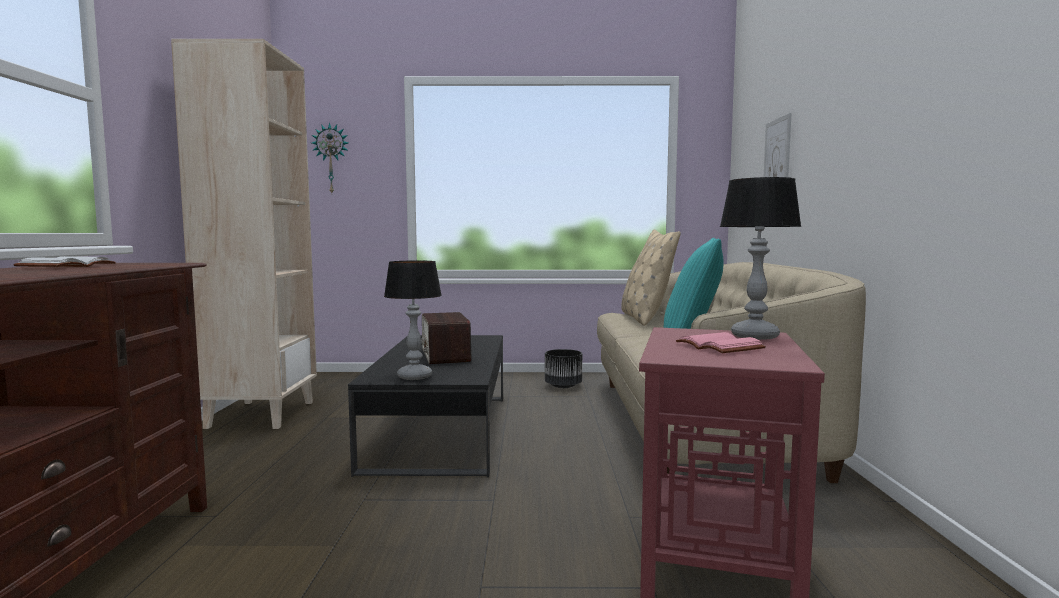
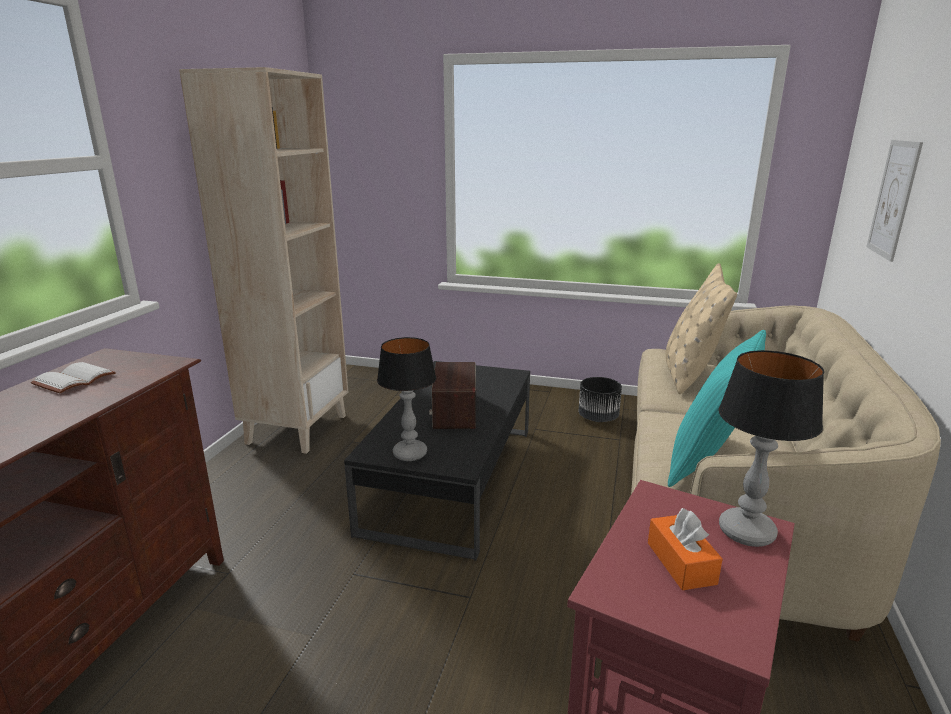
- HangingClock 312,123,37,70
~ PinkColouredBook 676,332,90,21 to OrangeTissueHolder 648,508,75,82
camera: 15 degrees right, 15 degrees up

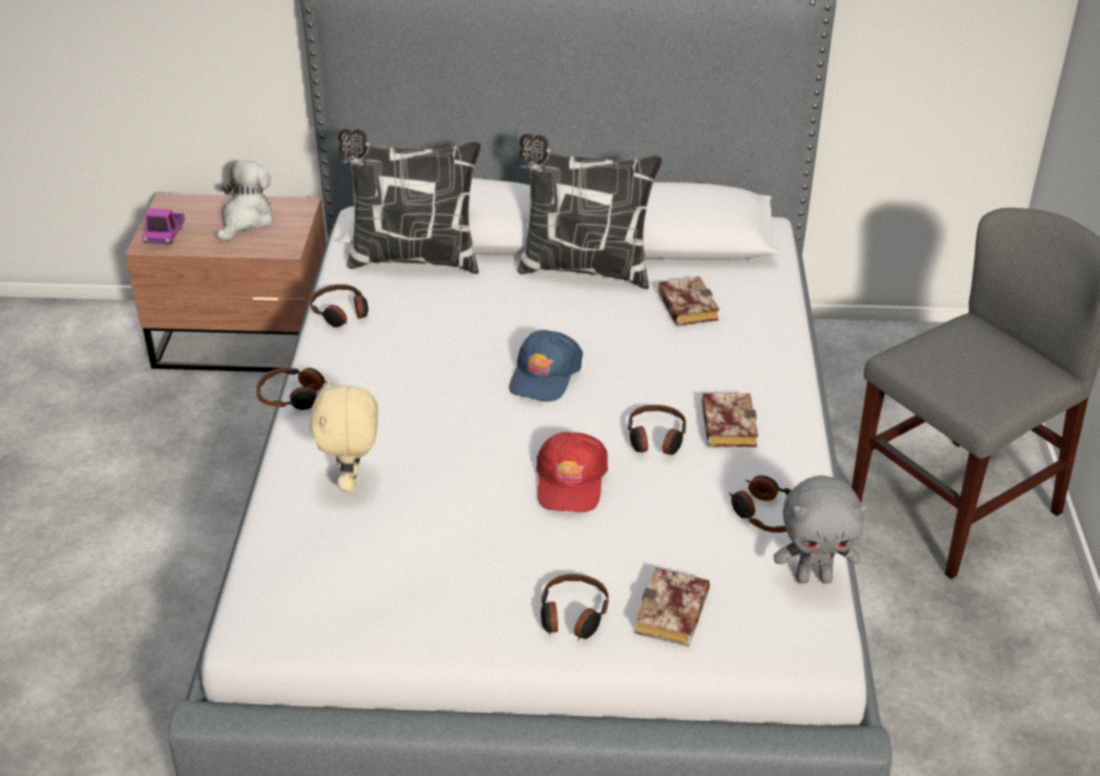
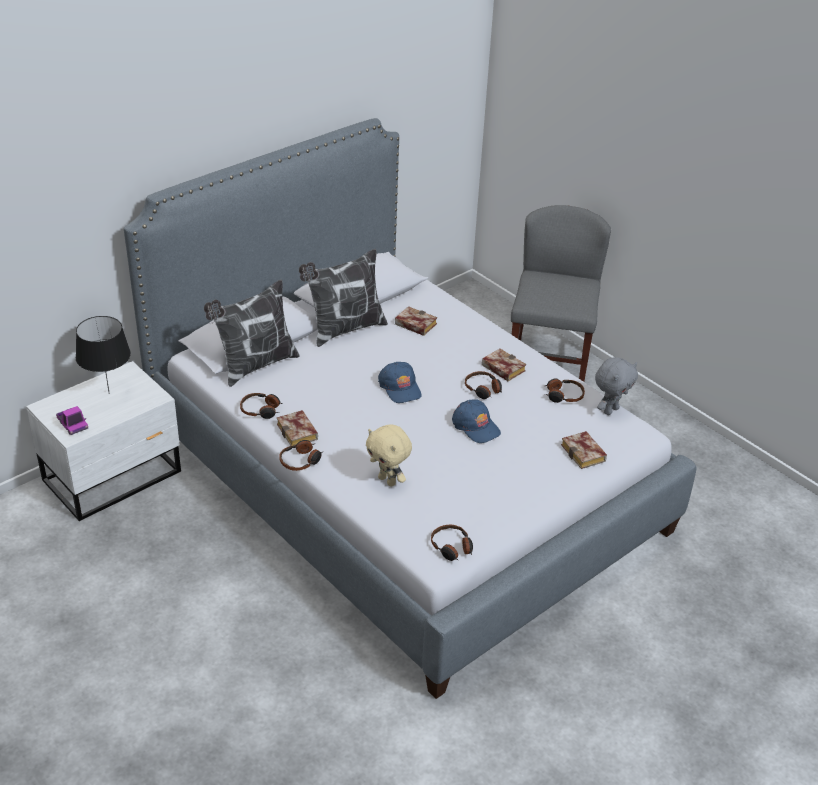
~ CuddlyToy 217,160,56,82 to BlackColouredTabletopLamp 76,316,55,78
~ BrownBedsideTable 125,193,201,179 to WhiteColouredBedsideTable 26,361,155,160
~ ReddishPeakedCap 536,432,72,80 to BluishPeakedCap 452,399,49,44
~ Headphones 541,574,68,66 to 431,525,42,36
+ Book 277,410,41,37
camera: 45 degrees left, 0 degrees up

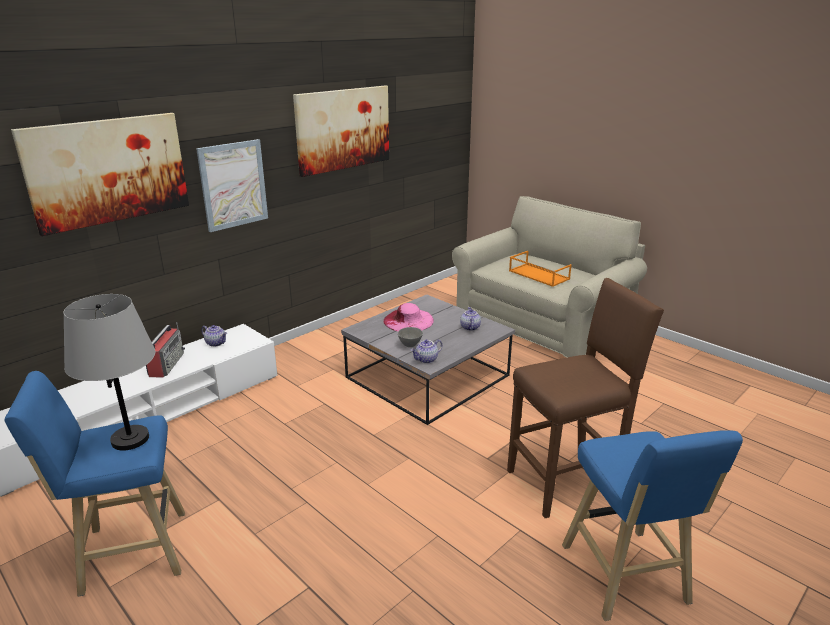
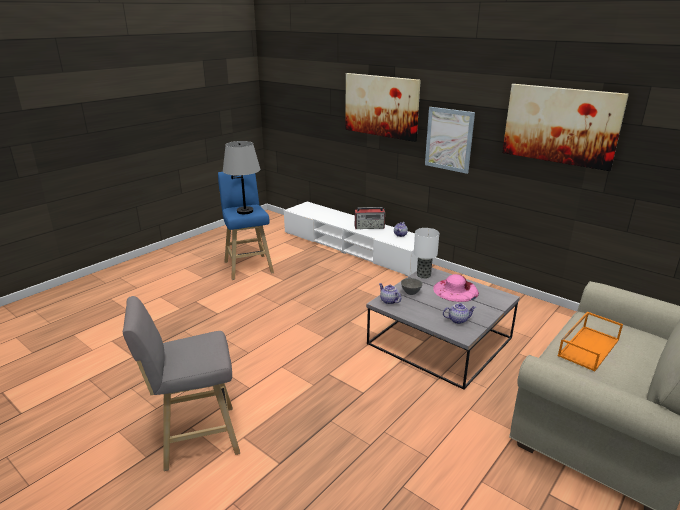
- BrownSittingStool 507,278,157,240
~ BluishSittingStool 562,430,181,191 to GraySittingStool 123,296,117,175
+ TabletopLamp 414,228,26,51
camera: 85 degrees right, 0 degrees up

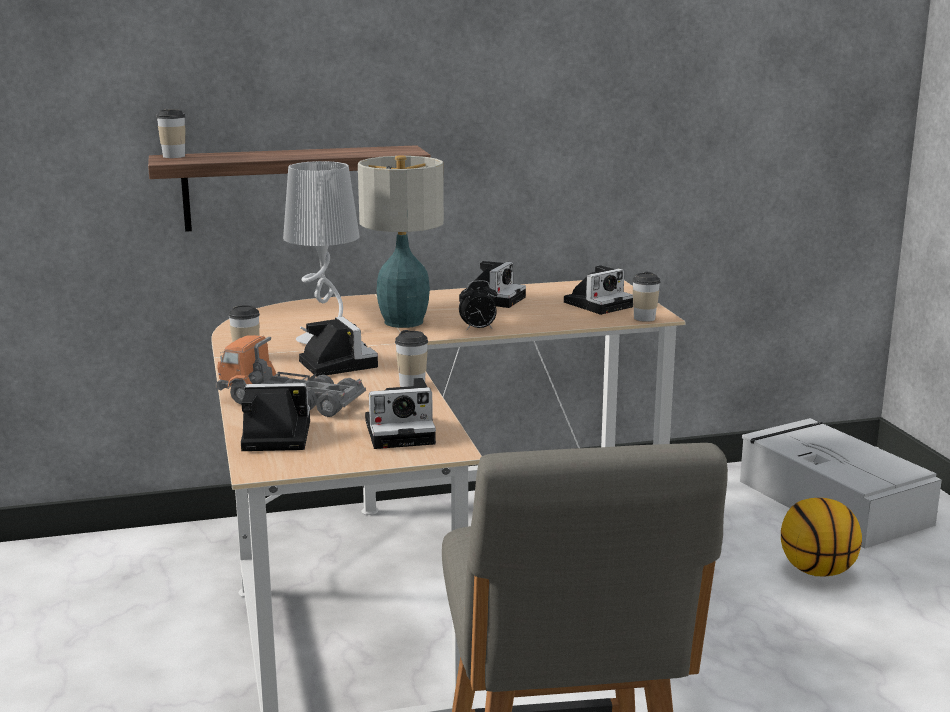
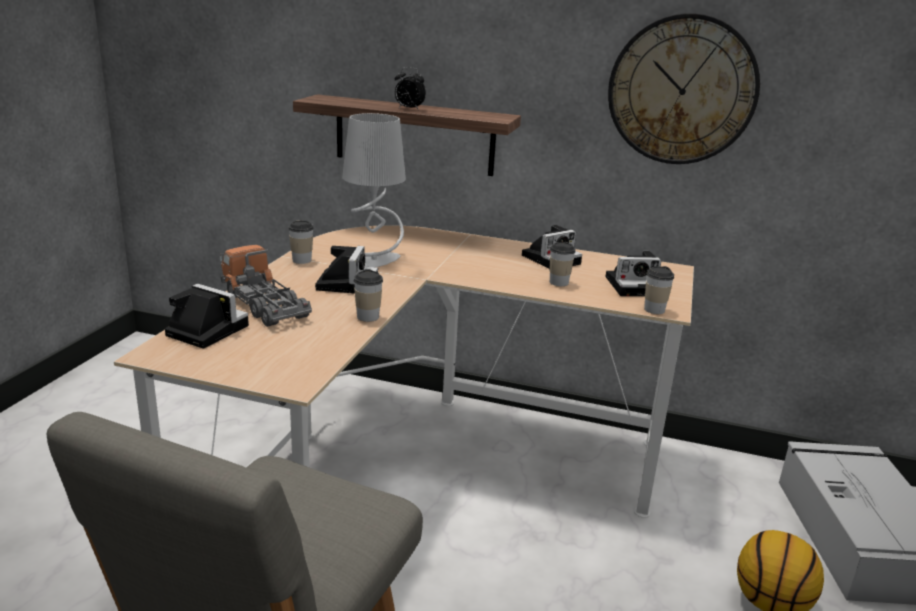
~ Cup 156,109,29,49 to 549,242,27,44
- TabletopLamp 358,155,86,173
~ BedsideClock 459,280,38,51 to 395,67,31,42
- StillCamera 365,378,71,71
+ HangingClock 608,13,152,151
camera: 30 degrees right, 5 degrees up

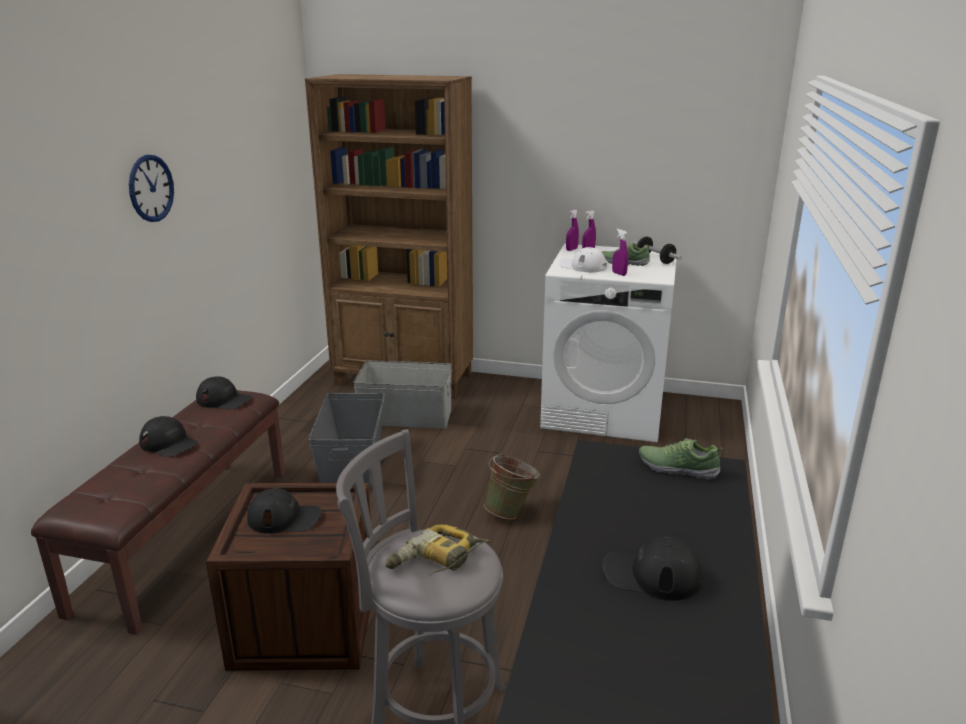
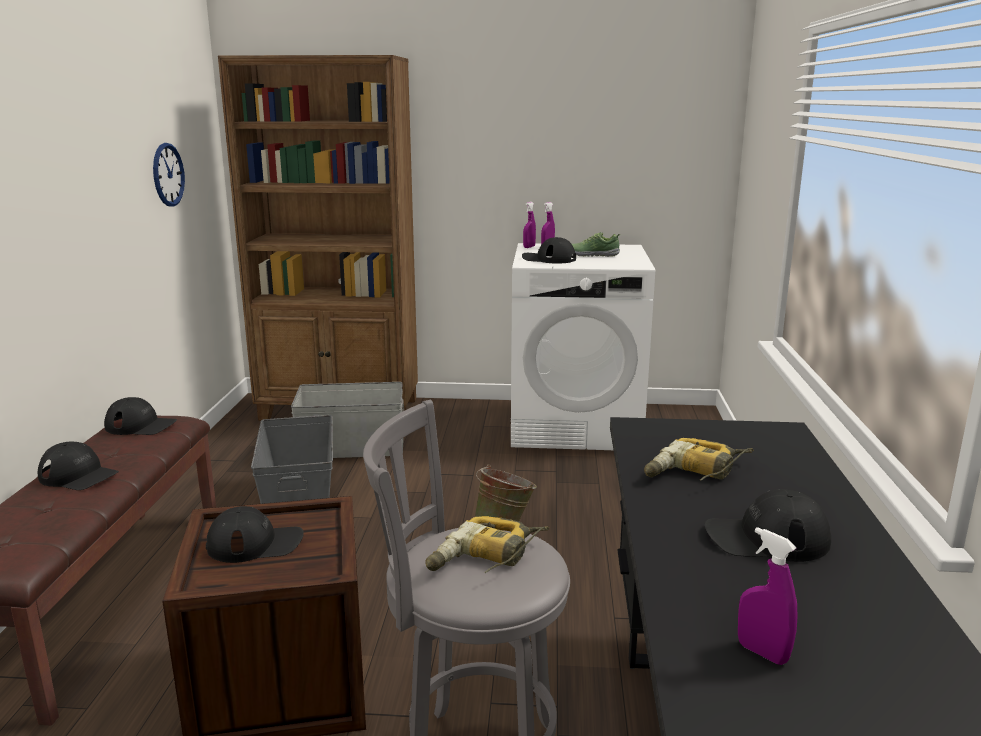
~ HangingClock 129,155,45,67 to 153,143,32,64
~ PurpleColouredSprayer 612,229,16,47 to 738,527,60,138
- HandWeight 633,237,49,27
~ WhiteColouredPeakedCap 559,247,48,25 to BlackColouredPeakedCap 522,237,54,26
- Shoe 639,438,84,42
+ PowerDrill 644,438,109,42
camera: 10 degrees left, 5 degrees down

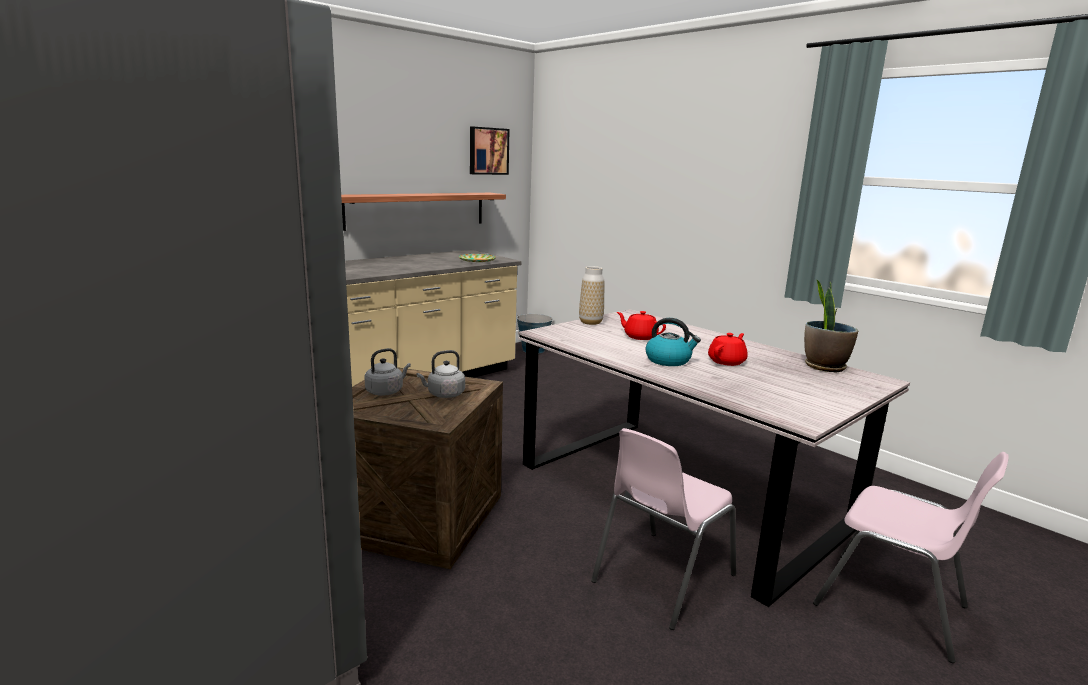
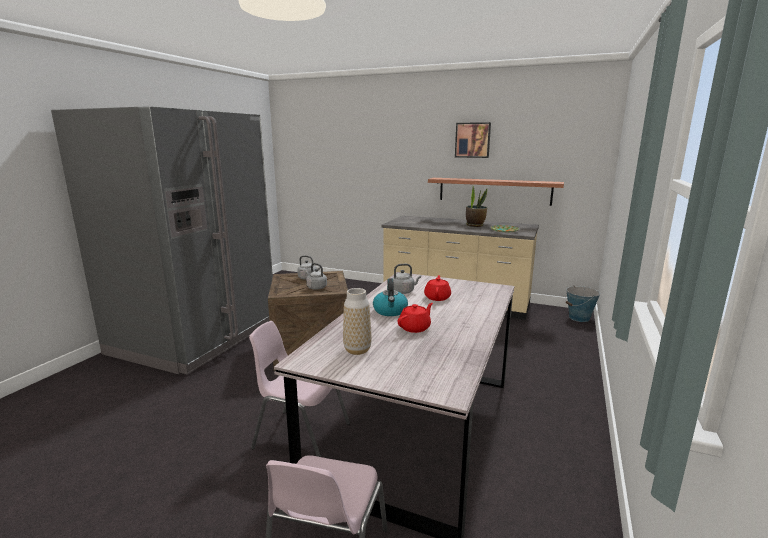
~ WallPicture 470,127,40,48 to 455,122,36,36
~ DecorativeVase 579,266,25,59 to 343,288,29,67
~ Houseplant 804,279,54,93 to 466,186,21,41
~ ReddishPotForTea 708,333,40,33 = 397,303,36,30 60 degrees counterclockwise
+ GrayKettle 392,264,29,30
camera: 65 degrees right, 0 degrees up

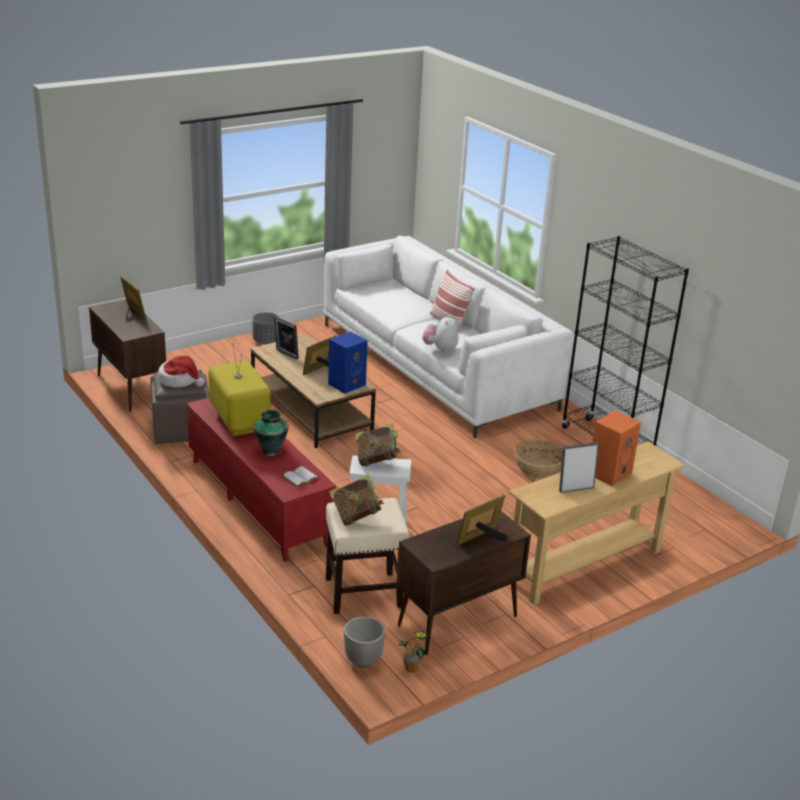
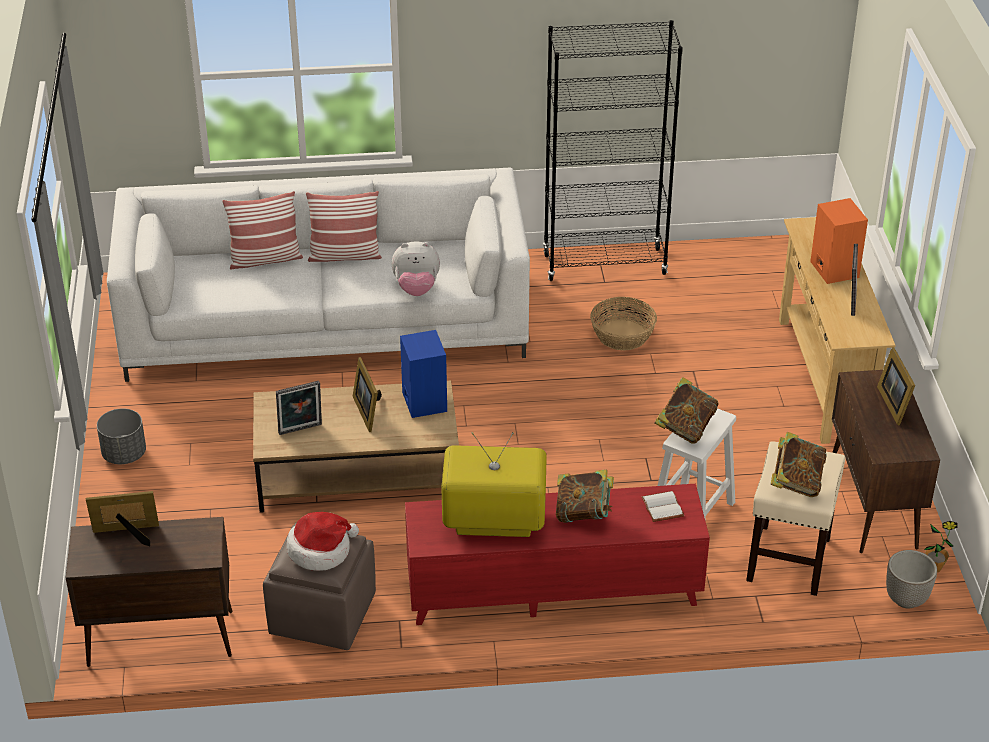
~ CuddlyToy 422,315,36,38 = 391,241,49,55 45 degrees counterclockwise
~ DecorativeVase 254,409,35,47 to Book 556,470,58,53
+ ThrowPillow 222,191,81,78
camera: 60 degrees left, 10 degrees up

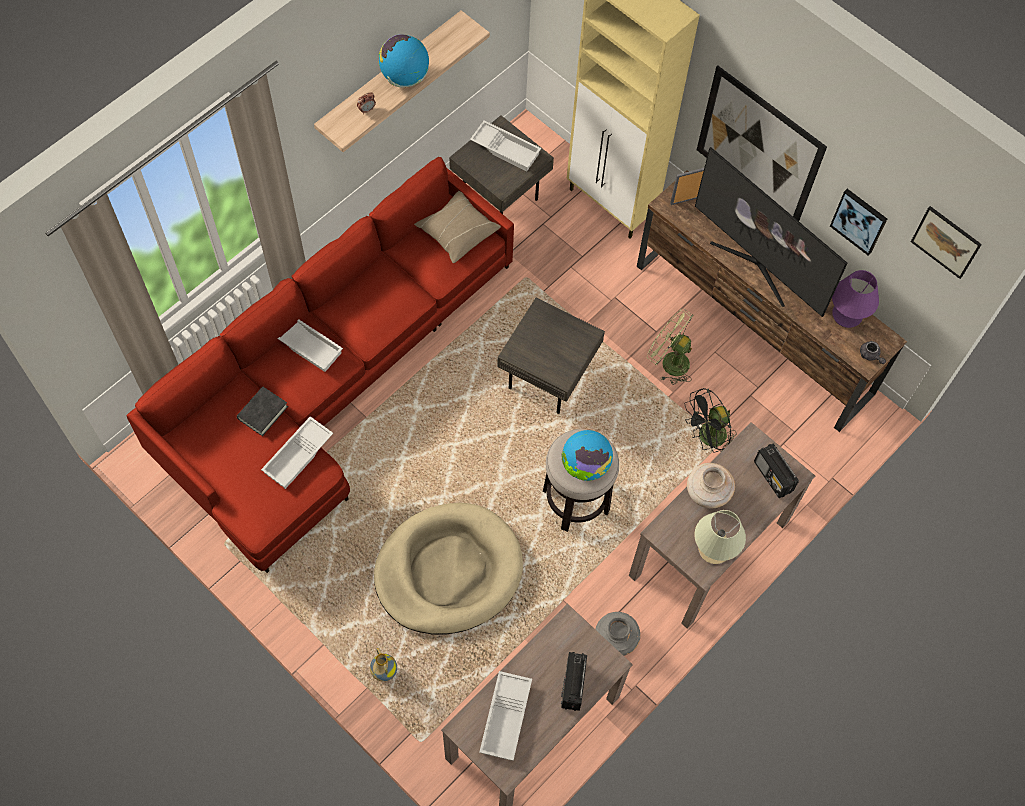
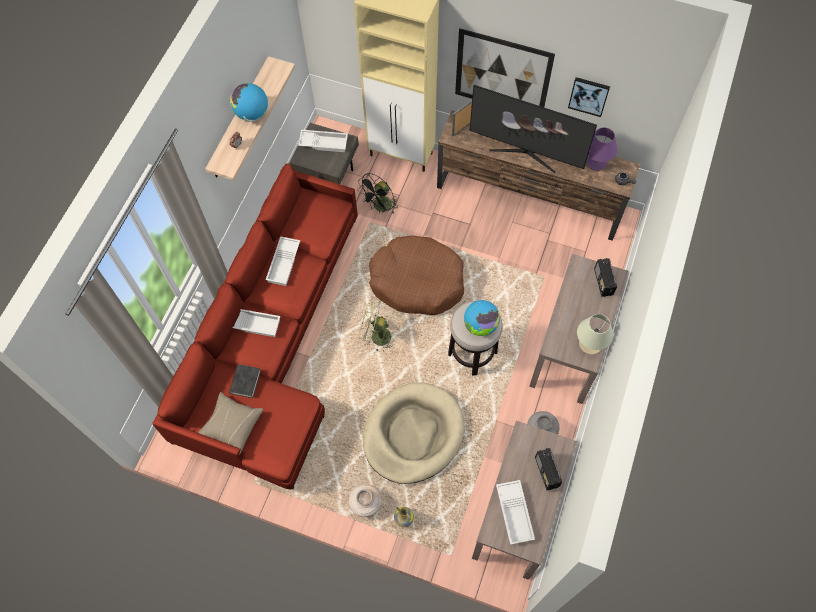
~ BeigeColouredThrowPillow 414,191,87,72 to 198,392,65,63
- WallPicture 911,206,71,73
~ GraySideTable 497,298,108,116 to BrownDogBed 369,236,95,79
~ GreenishElectricFan 647,308,47,77 to 360,299,33,53
~ BlackColouredElectricFan 685,388,51,65 to 357,173,41,41
~ WhiteColouredServingTray 261,416,72,73 to 266,236,34,50
~ RadioSet 754,444,45,54 = 594,258,23,39 45 degrees clockwise
~ BeigeColouredDecorativeVase 687,463,48,45 to 349,484,33,33
camera: 20 degrees left, 0 degrees up

